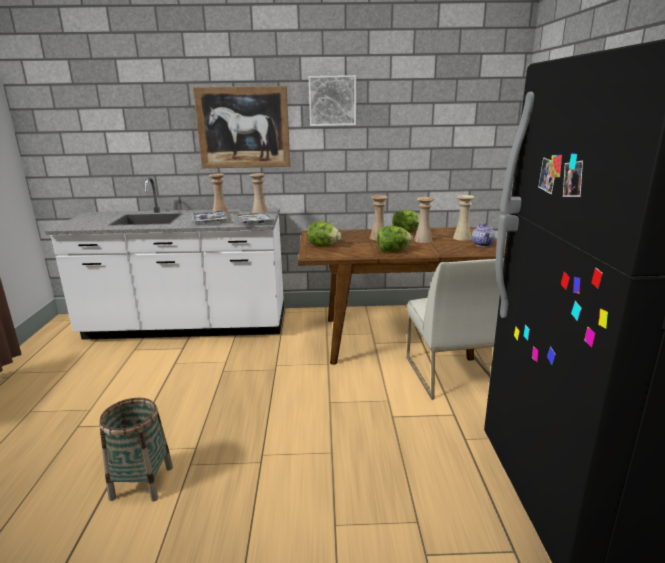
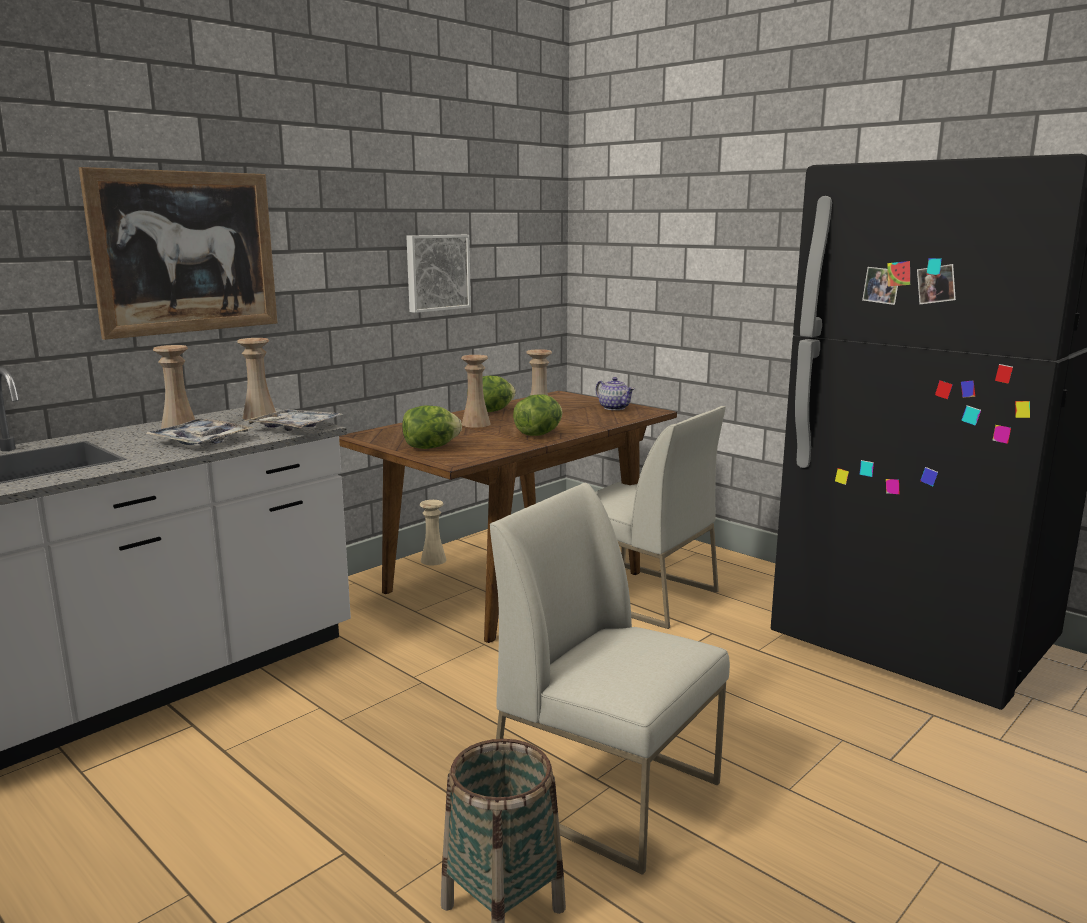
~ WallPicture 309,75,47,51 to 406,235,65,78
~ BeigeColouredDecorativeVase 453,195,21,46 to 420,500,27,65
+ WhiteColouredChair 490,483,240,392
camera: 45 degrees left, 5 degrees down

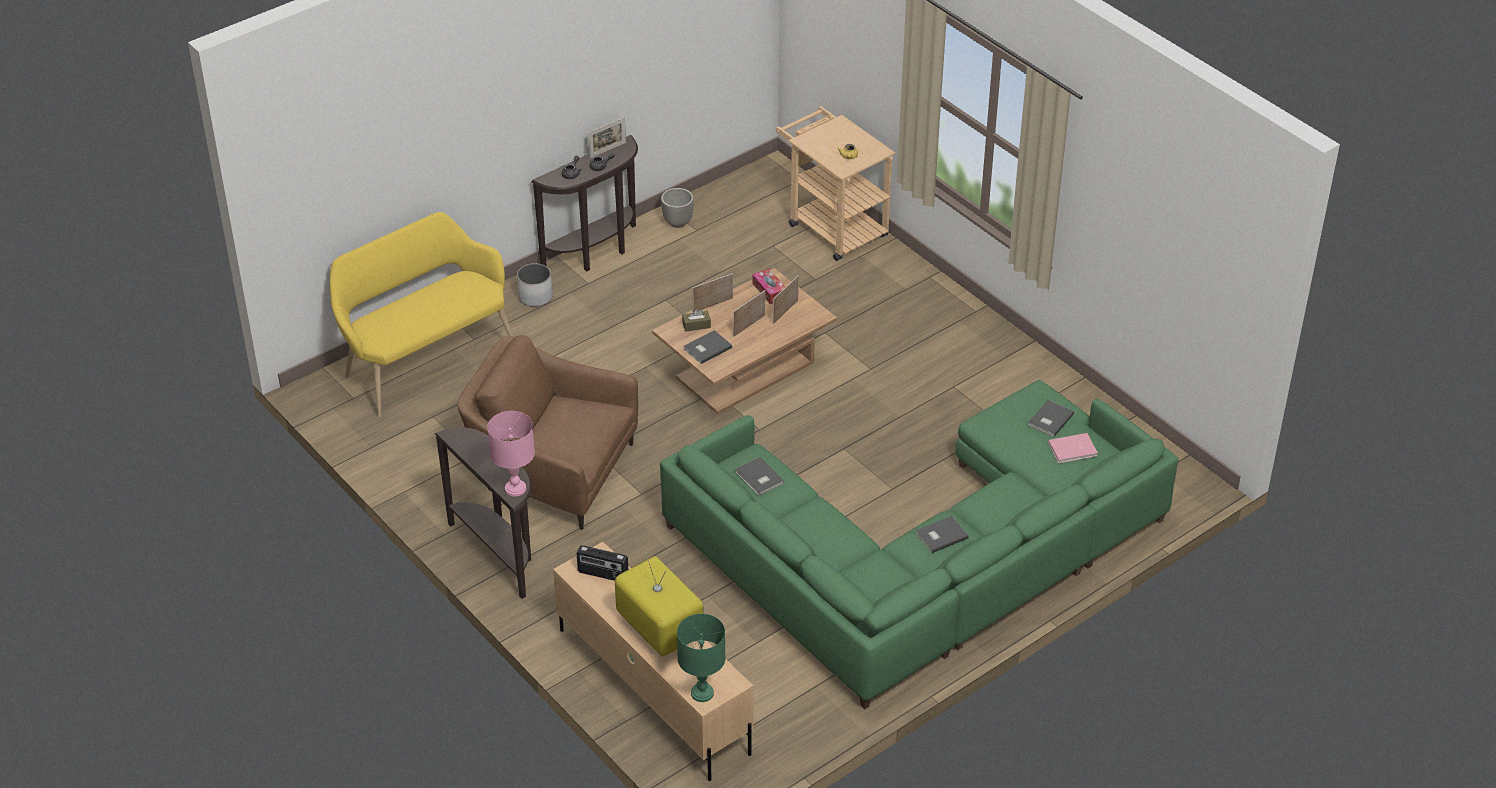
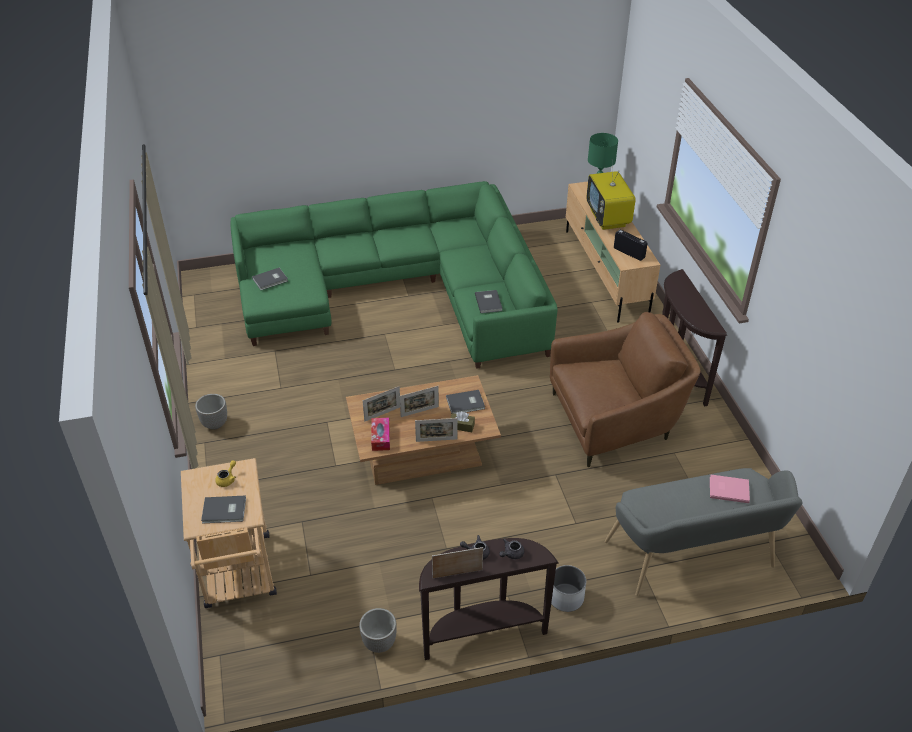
~ YellowBench 330,212,184,206 to GrayBench 605,468,198,128
~ BrownArmchair 457,335,181,195 = 550,312,151,155 60 degrees counterclockwise
- PinkColouredTabletopLamp 487,411,48,86
~ PinkColouredBook 1048,433,50,30 to 710,474,40,29
~ GrayBook 916,516,53,37 to 201,495,45,29
+ FlowerPot 195,394,32,36
camera: 155 degrees left, 0 degrees up

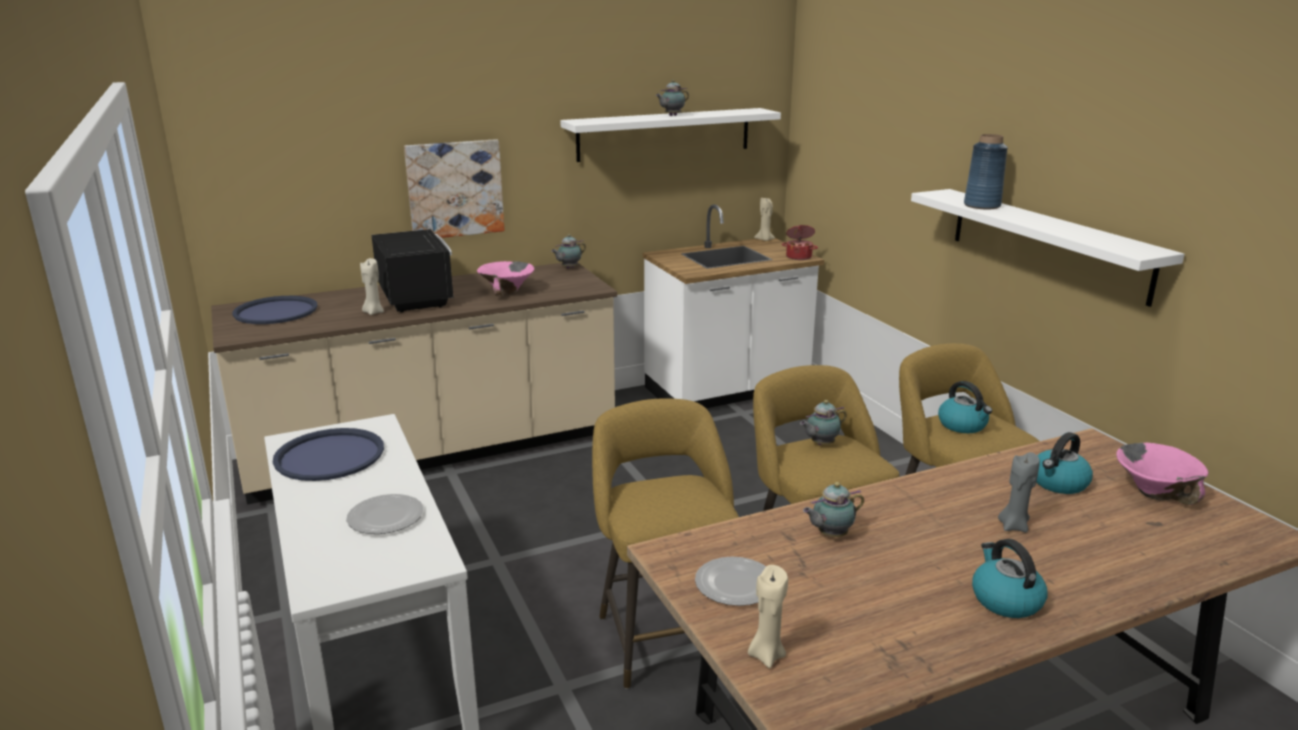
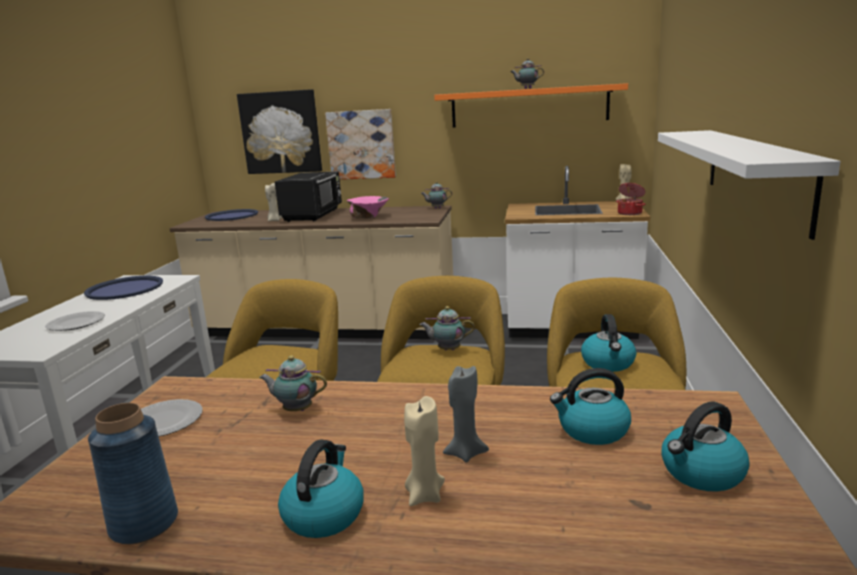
~ WhiteColouredWallShelf 560,108,221,54 to OrangeWallShelf 434,83,194,45
~ BluishDecorativeVase 964,134,44,75 to 88,403,90,141
~ PinkColouredDeepDish 1116,443,92,62 to Kettle 661,401,89,90
~ BeigeColouredWaxLight 748,565,40,103 to 404,396,41,110
+ WallPicture 237,89,85,85
camera: 35 degrees right, 5 degrees down

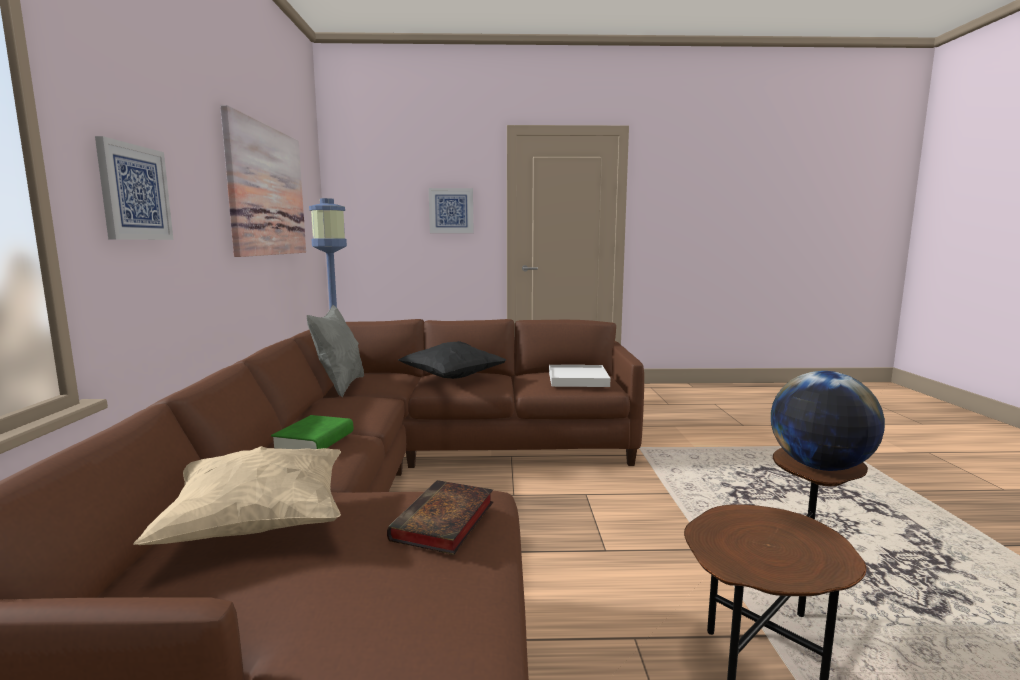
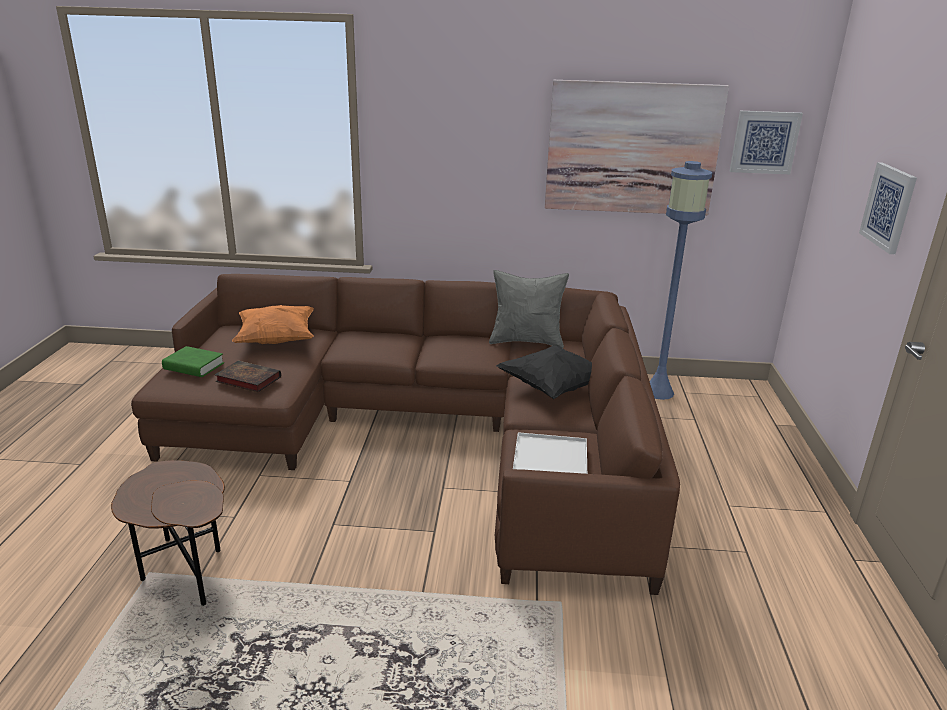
~ WallPicture 95,136,78,104 to 730,111,73,63
- Globe 771,371,114,100
~ GreenishBook 271,415,82,34 to 162,346,62,31
~ BeigeColouredThrowPillow 133,446,208,99 to OrangeThrowPillow 232,305,82,39
camera: 95 degrees right, 15 degrees up

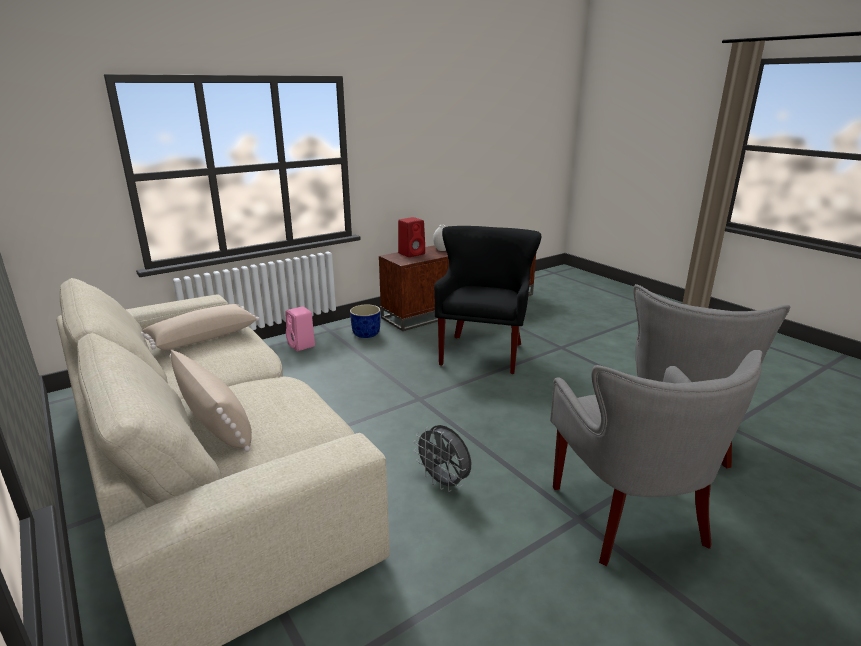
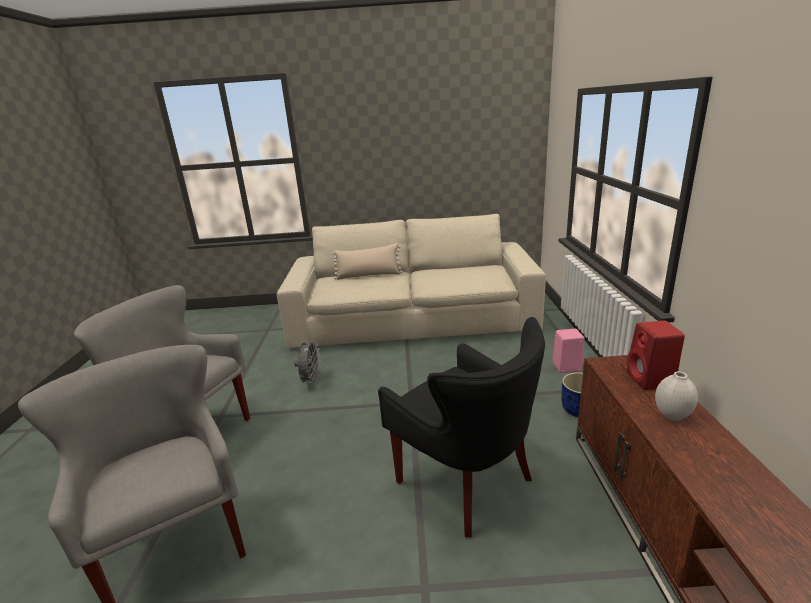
- BeigeColouredThrowPillow 141,304,119,46
~ GrayElectricFan 414,425,57,67 = 294,339,27,46 105 degrees clockwise
camera: 125 degrees right, 0 degrees up

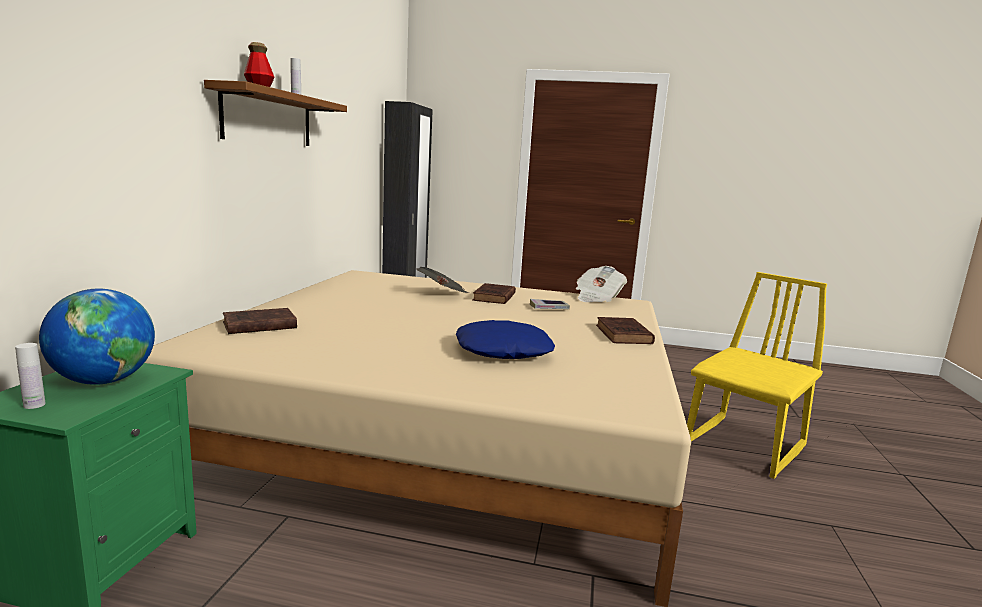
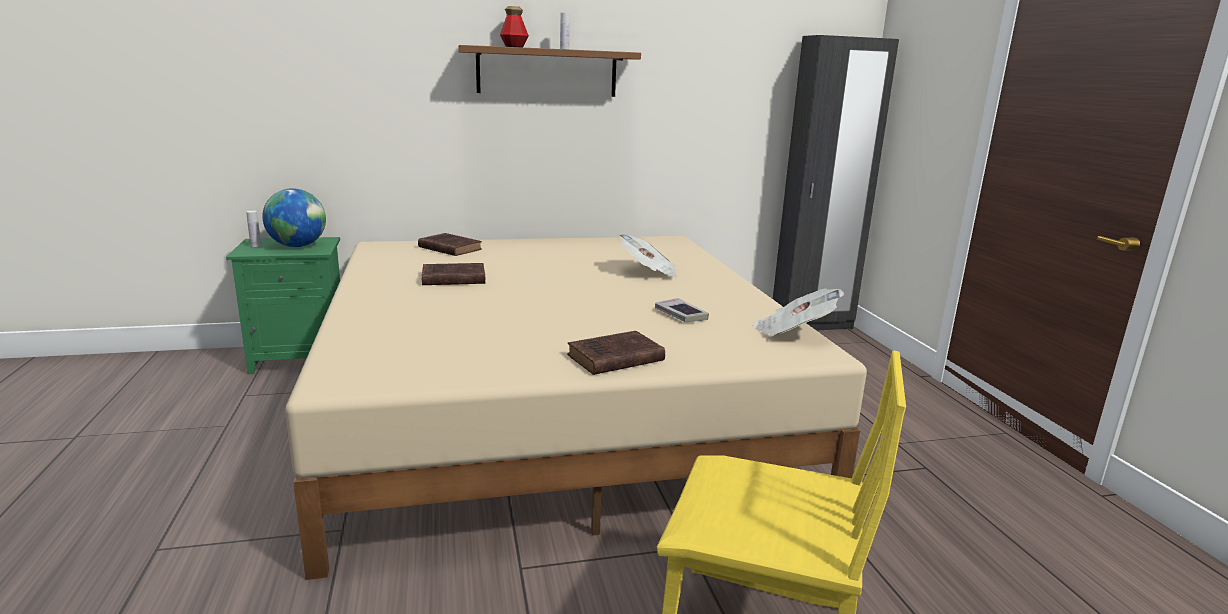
~ BrownBook 472,283,44,21 to 422,263,63,22
- BluishThrowPillow 456,320,99,39
camera: 65 degrees right, 5 degrees up

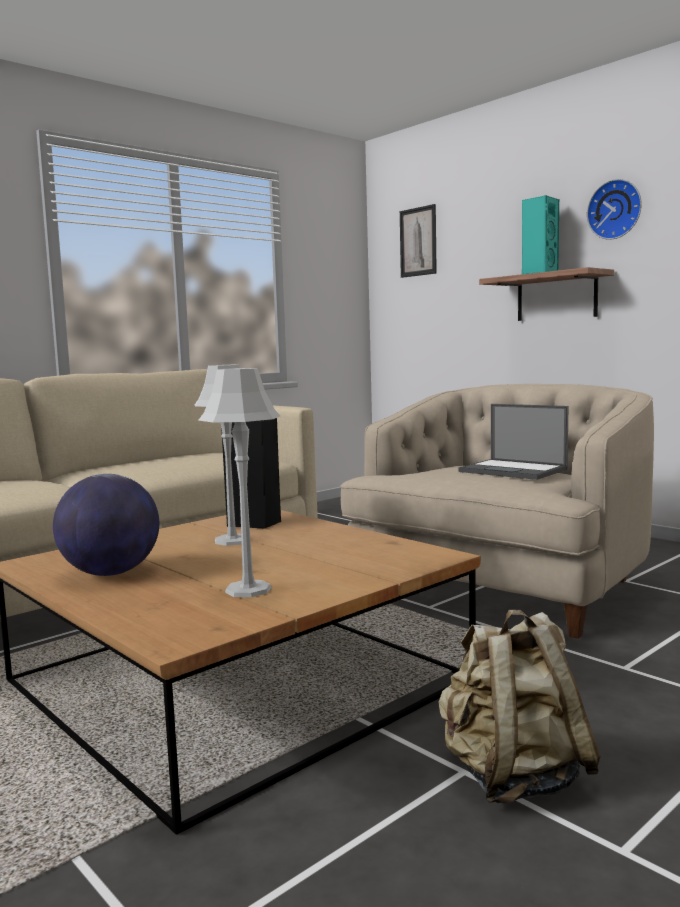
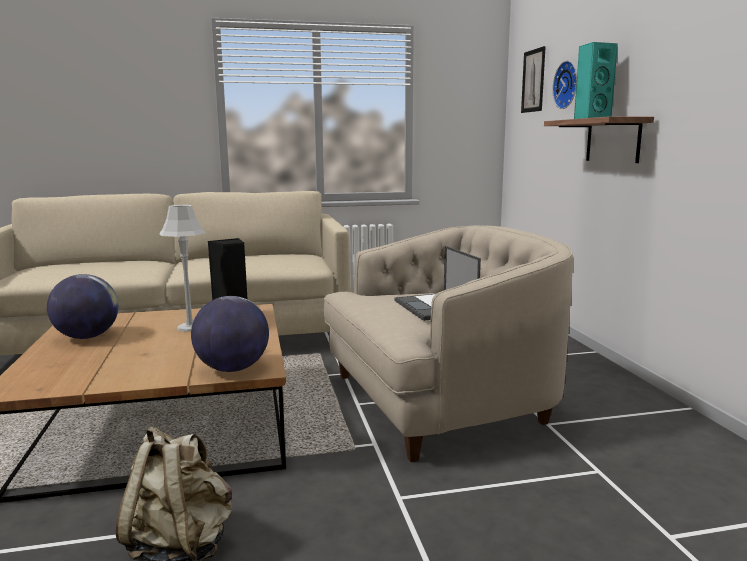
~ HangingClock 587,179,55,61 to 552,61,25,48
- GrayTabletopLamp 198,368,82,229
+ Globe 191,296,78,76
camera: 30 degrees right, 5 degrees up

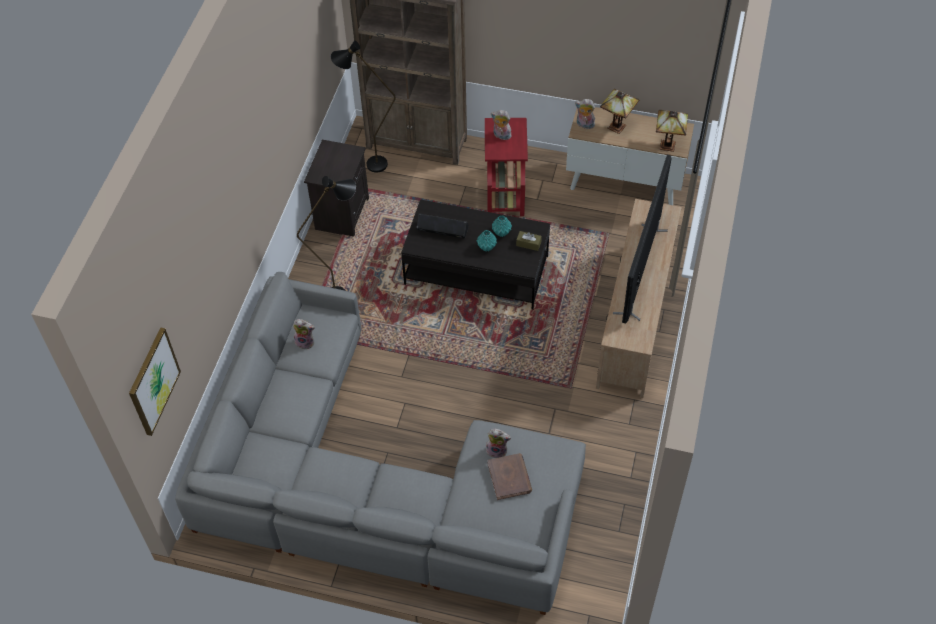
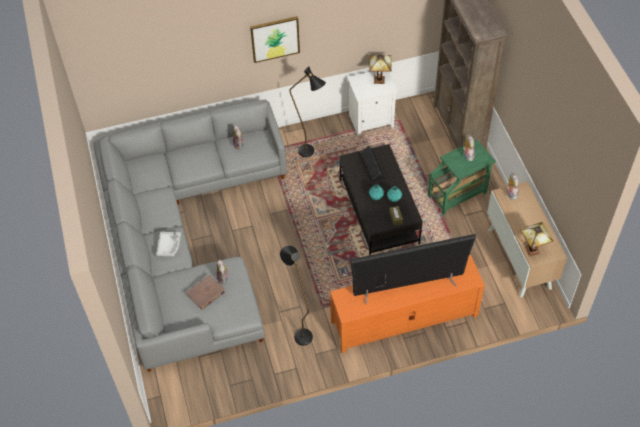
~ BlackColouredStandingLamp 331,40,65,133 to 280,245,33,101
~ TabletopLamp 600,89,40,45 to 369,55,23,29
~ ReddishSideTable 485,118,43,98 to GreenishSideTable 428,139,68,76
~ BlackColouredBedsideTable 304,140,65,97 to WhiteColouredBedsideTable 347,72,51,64
~ BeigeColouredTvUnit 596,199,86,199 to OrangeTvUnit 330,255,155,98
~ WallPicture 129,327,52,109 to 250,16,50,47
+ GrayServingTray 157,232,24,24
camera: 60 degrees right, 0 degrees up

